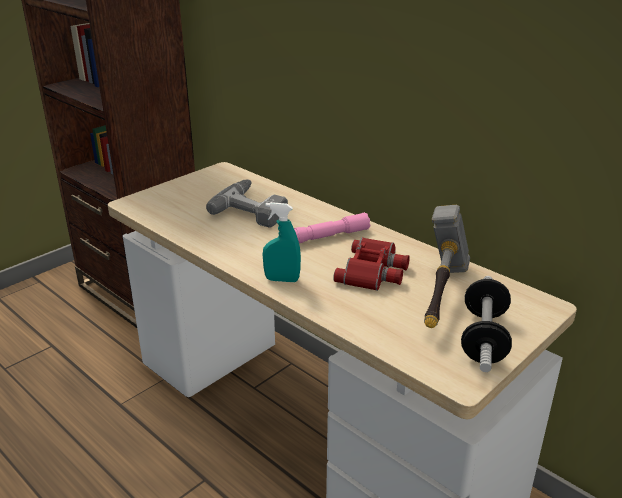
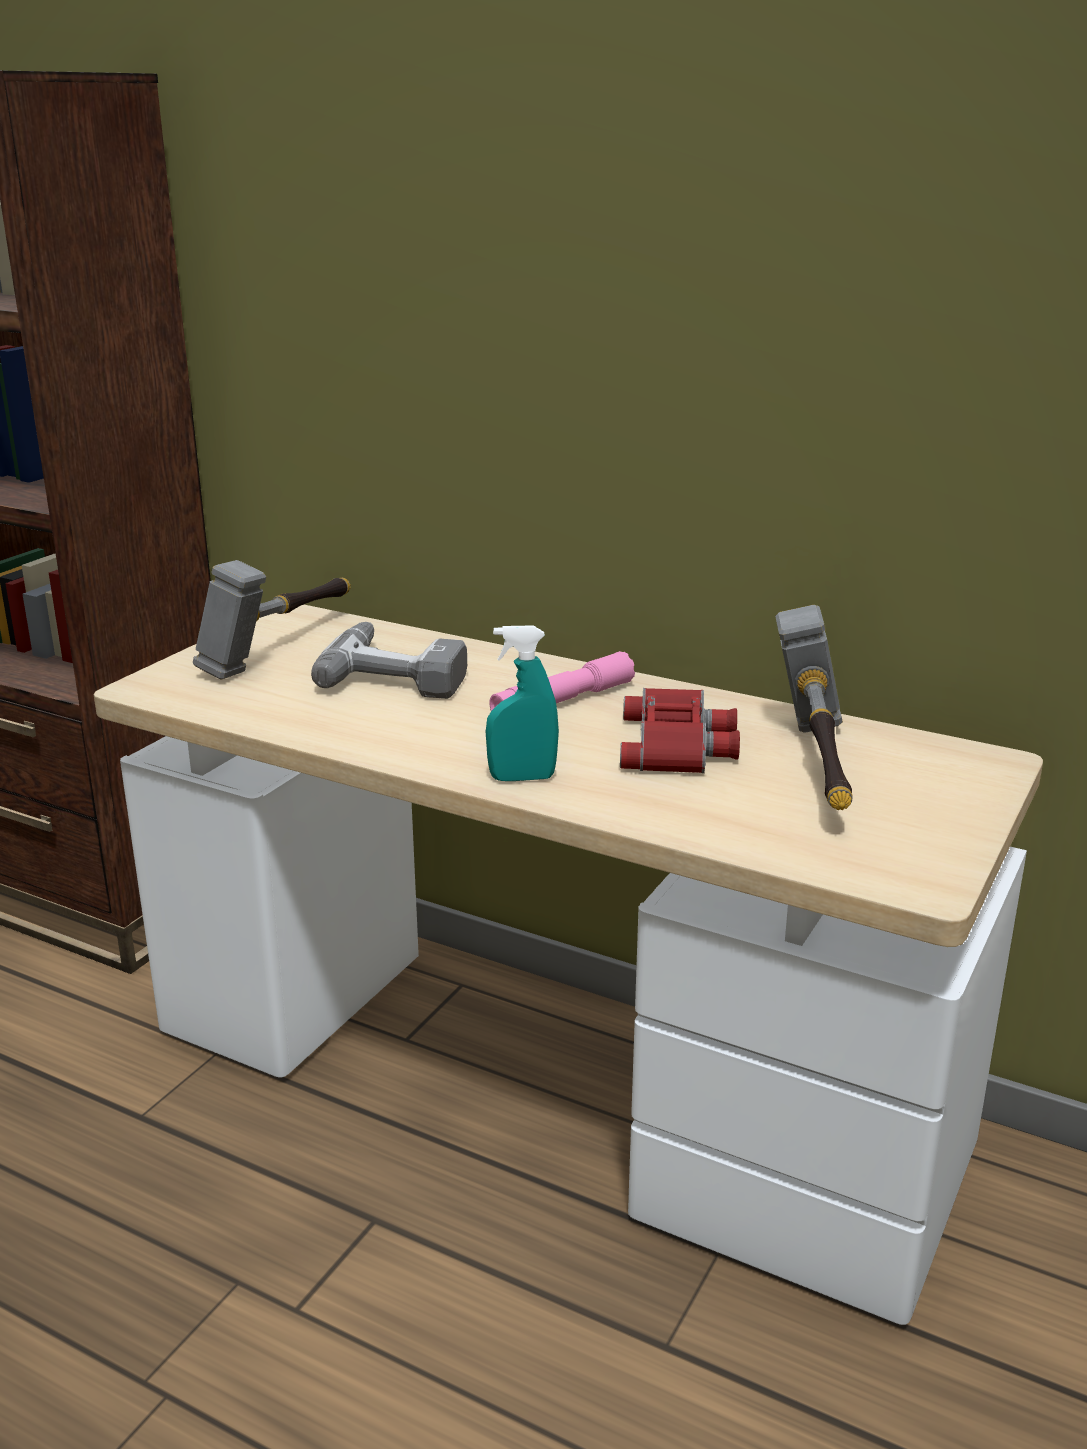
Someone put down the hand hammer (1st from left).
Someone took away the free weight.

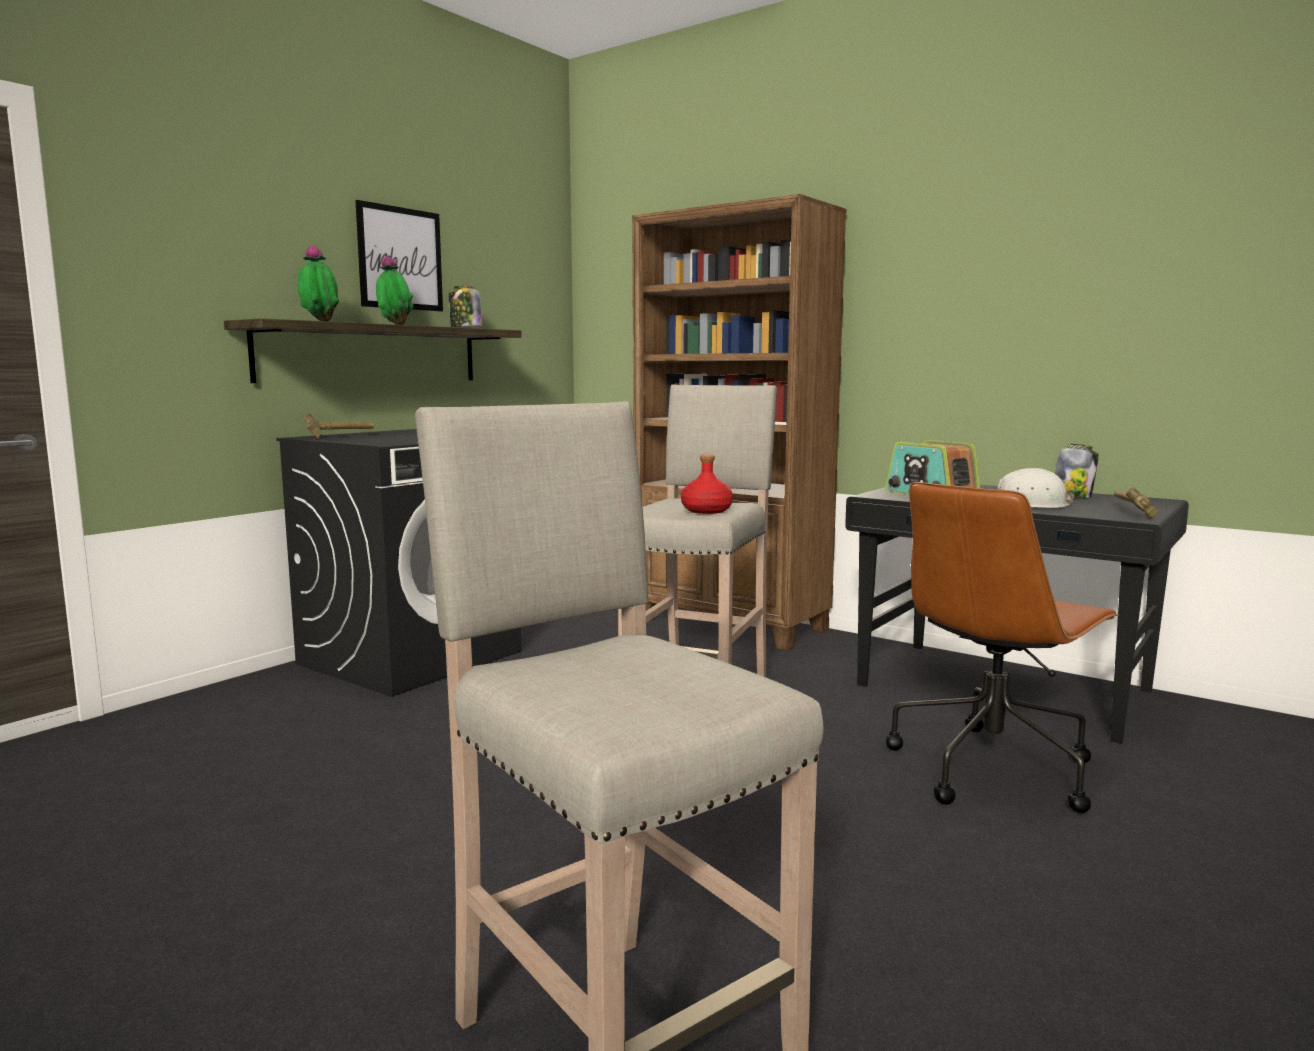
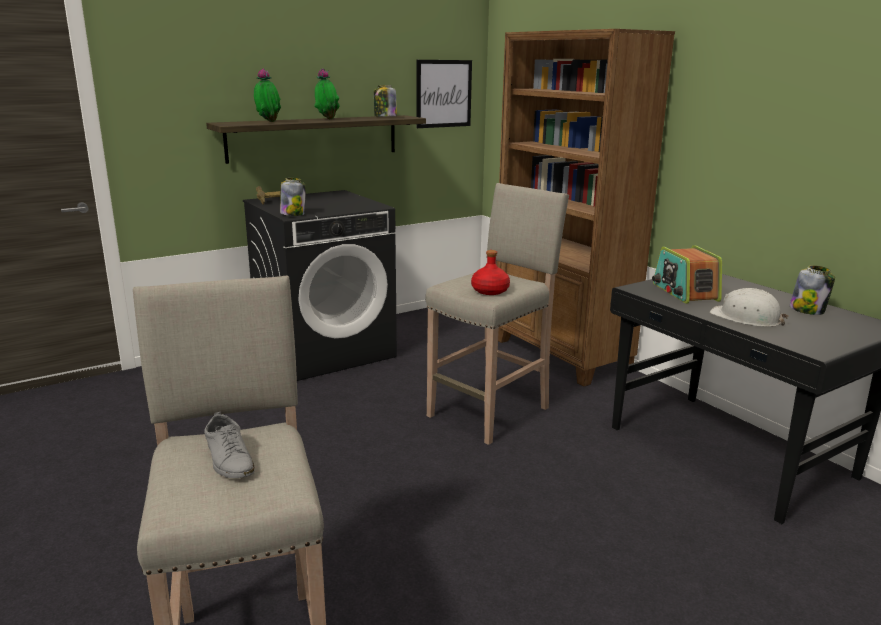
Someone put down the low shoe/grey.
Someone put down the preserve jar (1st from left).
Someone carried the picture.
Someone took away the office chair/brown-coloured.
Someone took away the hand hammer (2nd from left).

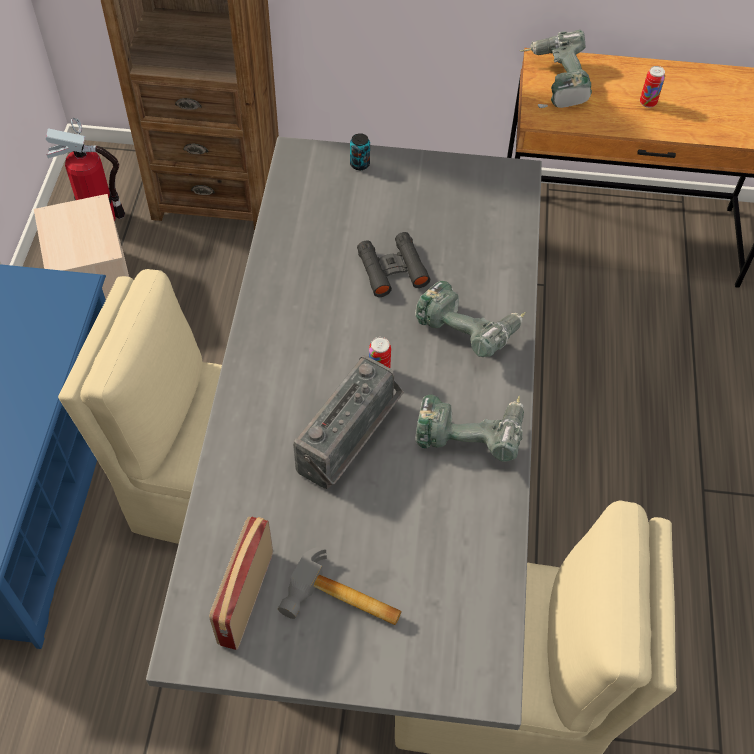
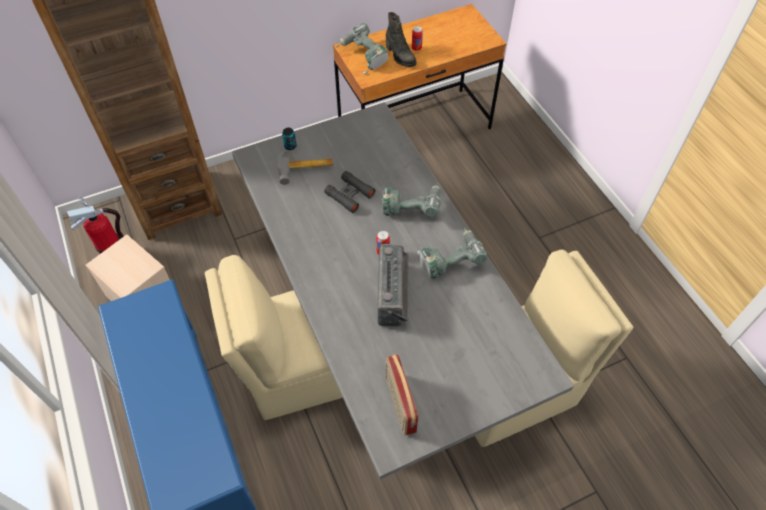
Someone carried the hand hammer.
Someone put down the high-top boot/blackish.

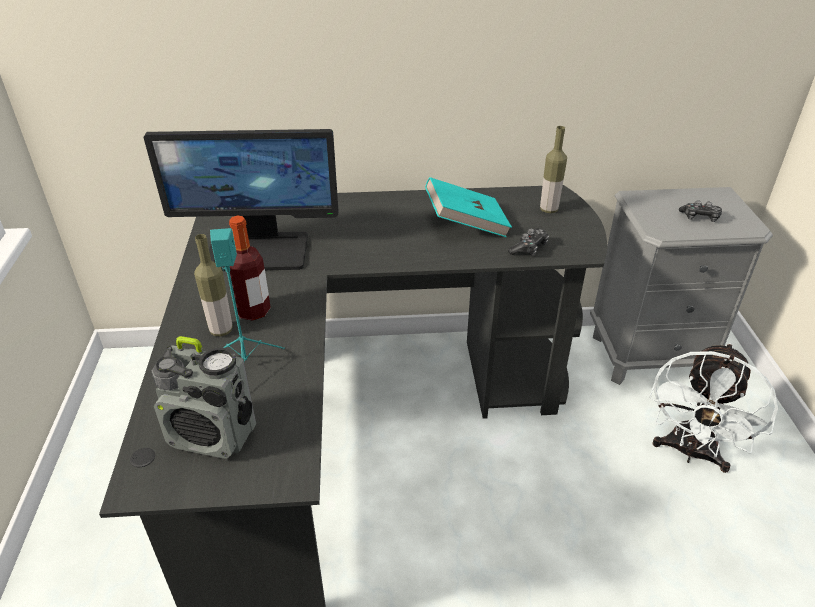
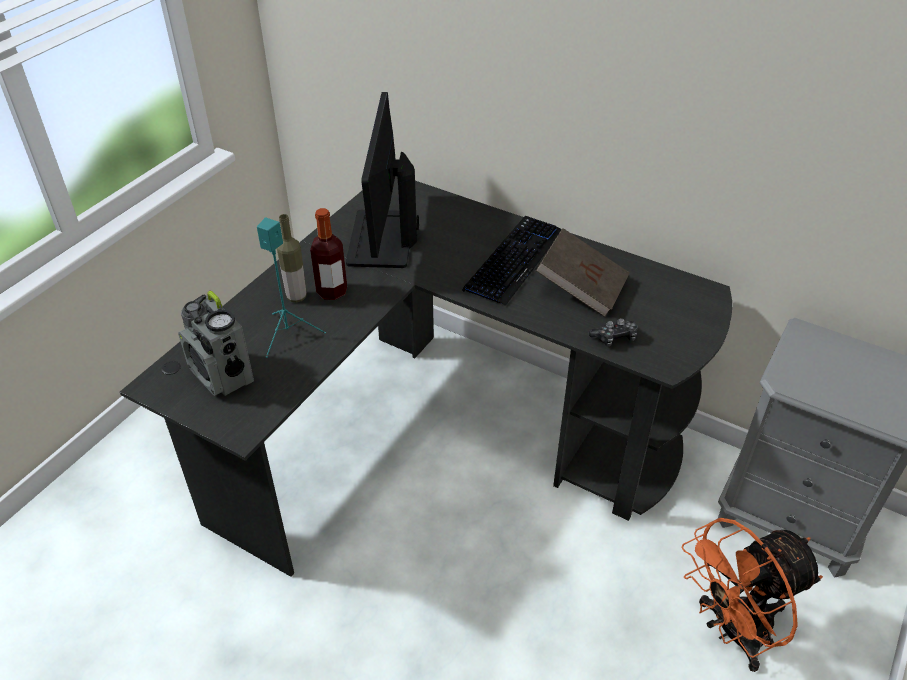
Someone rotated the computer display by 60 degrees clockwise.
Someone put down the keyboard.
Someone repainted the bound book/turquoise, which became the bound book/brown-coloured.
Someone repainted the fan/white-coloured, which became the fan/orange-coloured.
Someone took away the drink bottle (3rd from left).
Someone took away the joypad (2nd from left).

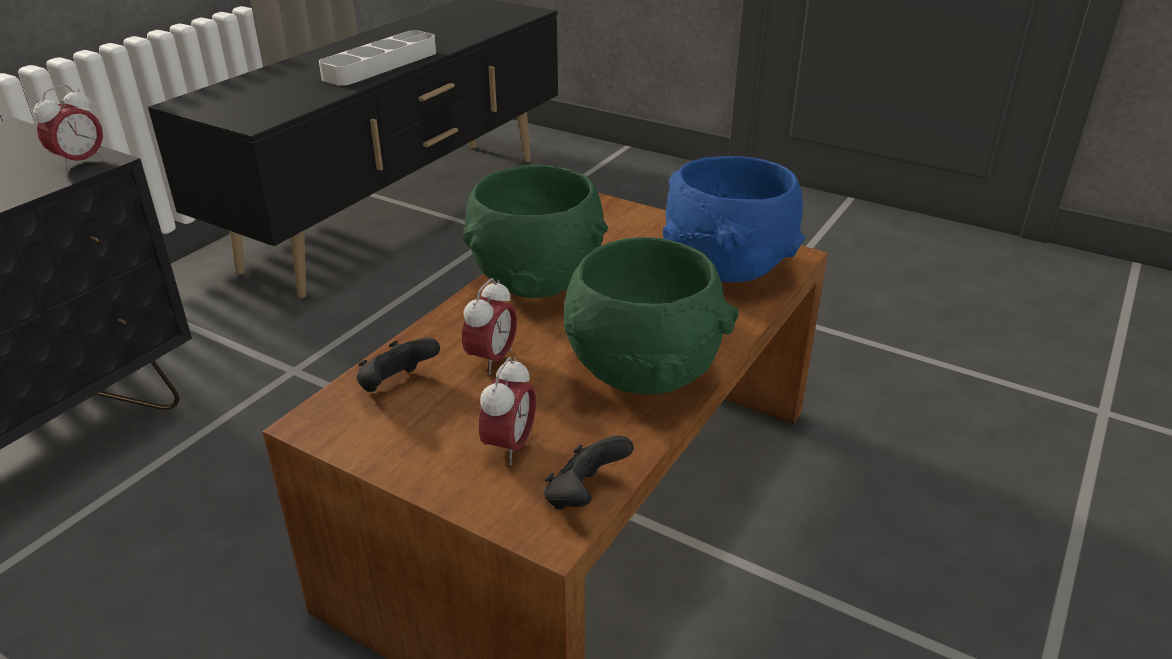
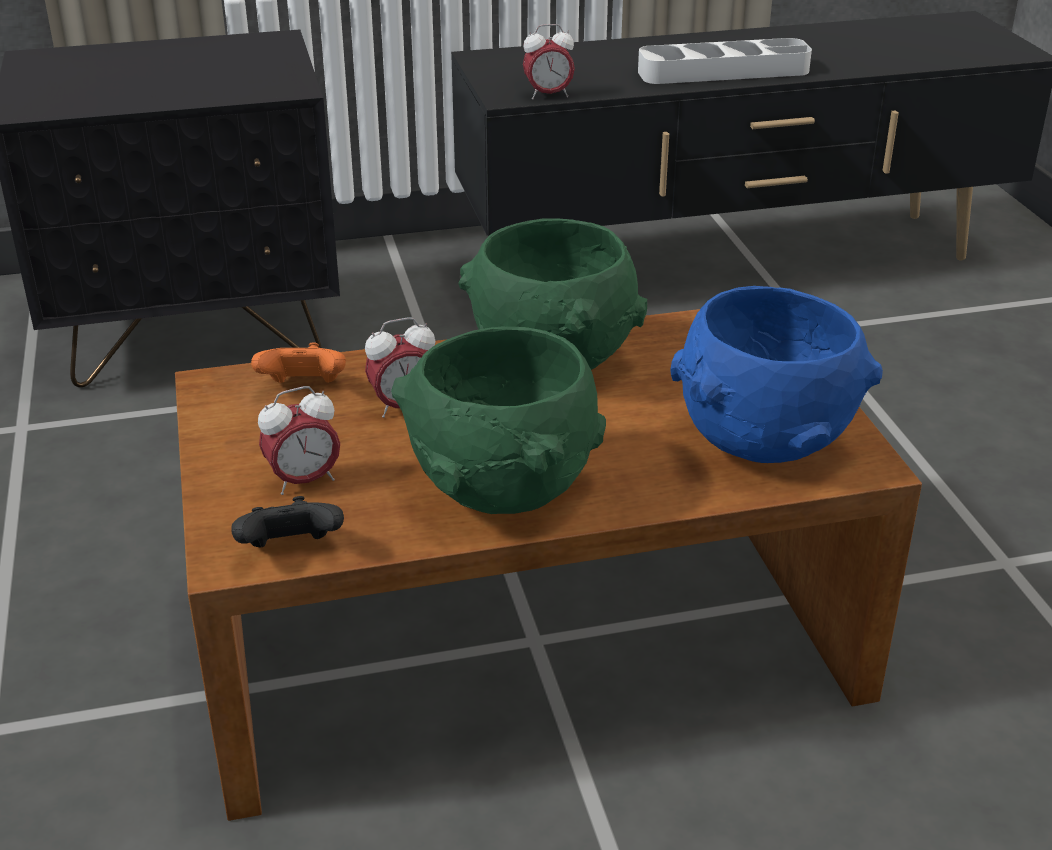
Someone repainted the joypad/blackish (1st from left), which became the joypad/orange-coloured.
Someone carried the alarm clock (1st from left in the first image).

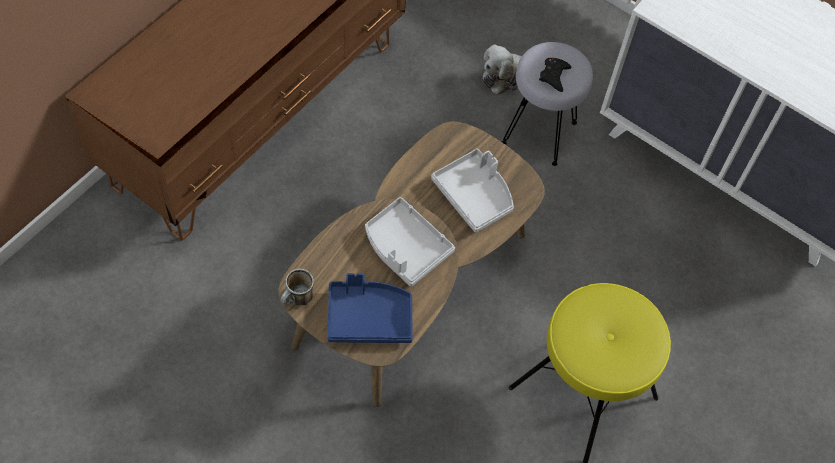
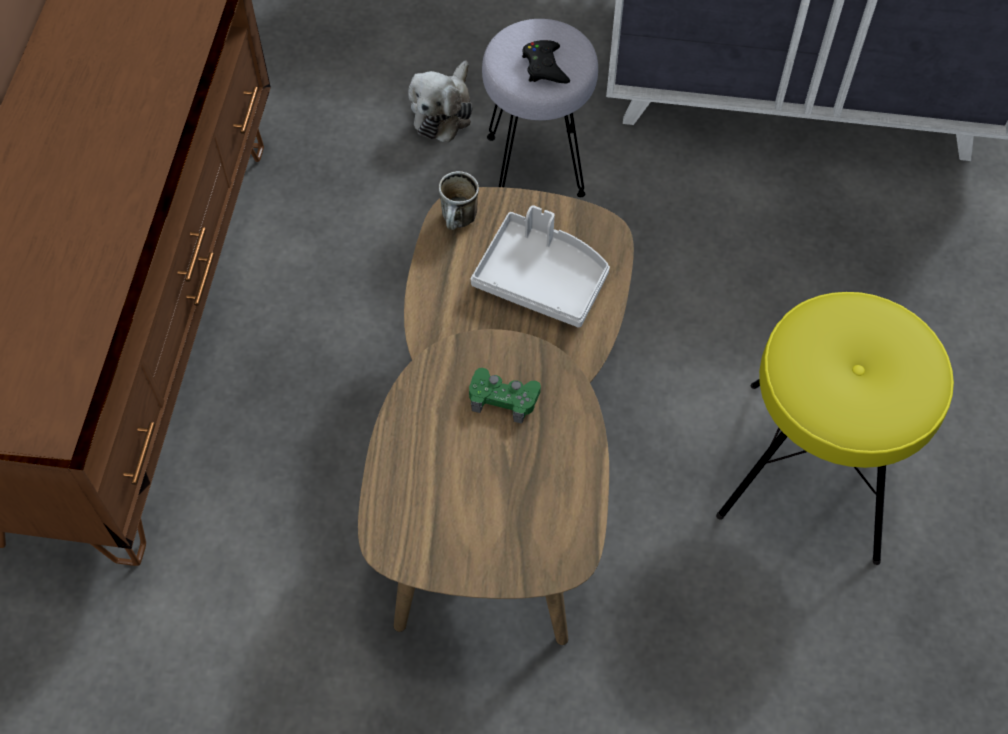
Someone carried the mug.
Someone swapped the carrying tray/grey (1st from left) for the joypad/green.
Someone took away the carrying tray/blue-coloured.

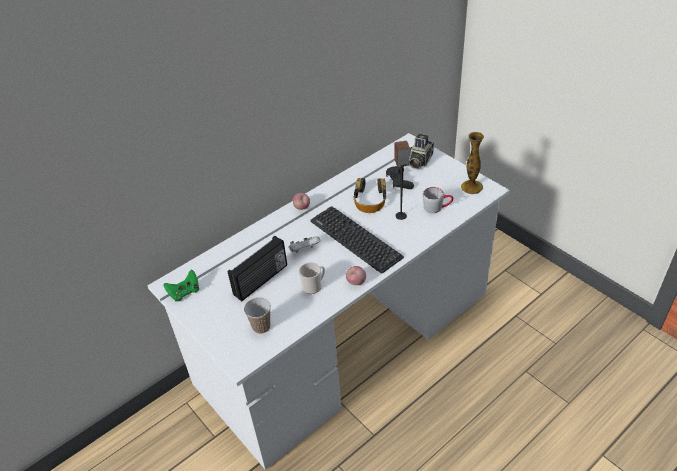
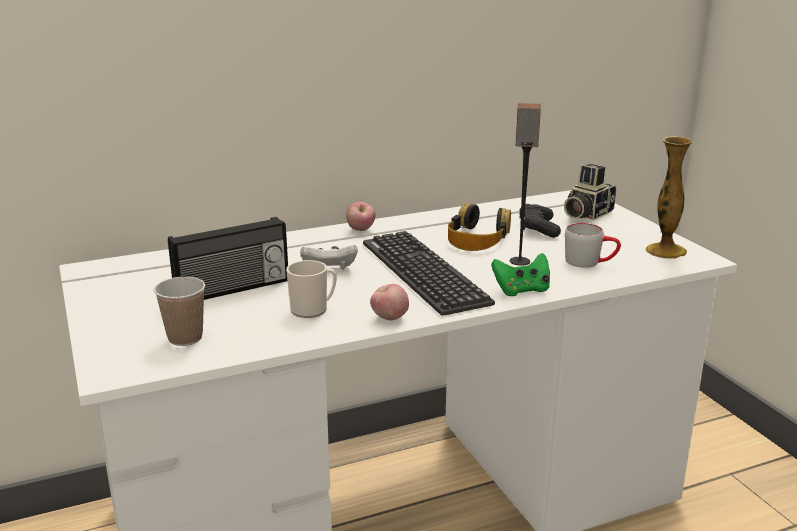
Someone carried the joypad/green.

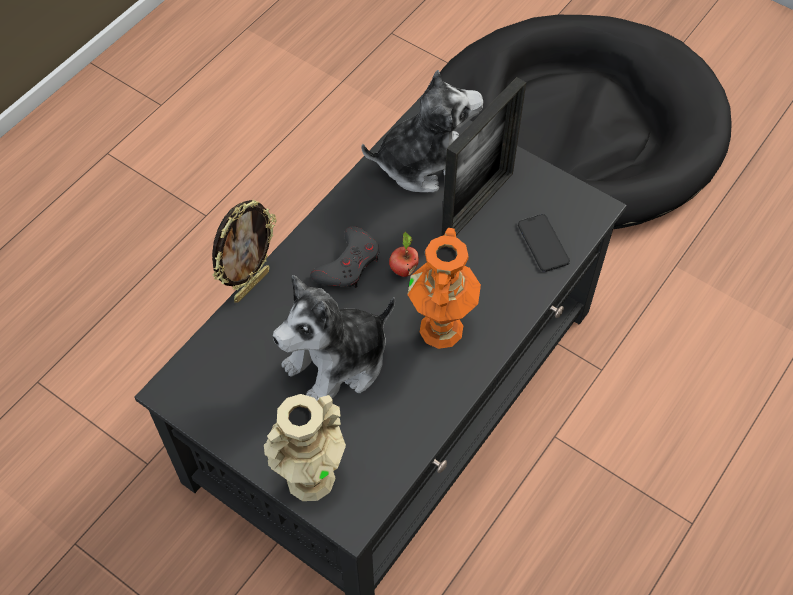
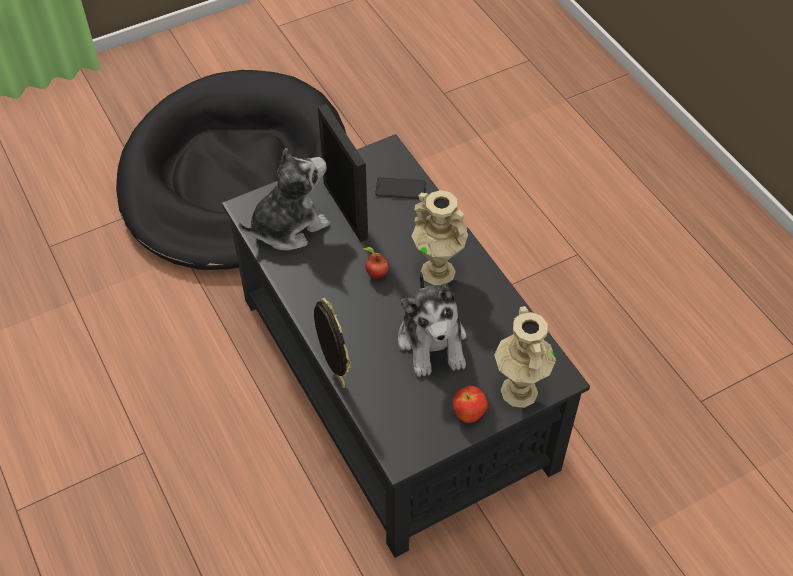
Someone rotated the soft toy (2nd from left in the first image) by 45 degrees clockwise.
Someone repainted the decorative vase/orange-coloured, which became the decorative vase/sand-coloured (1st from left).
Someone put down the apple (2nd from left).
Someone took away the joypad/grey.

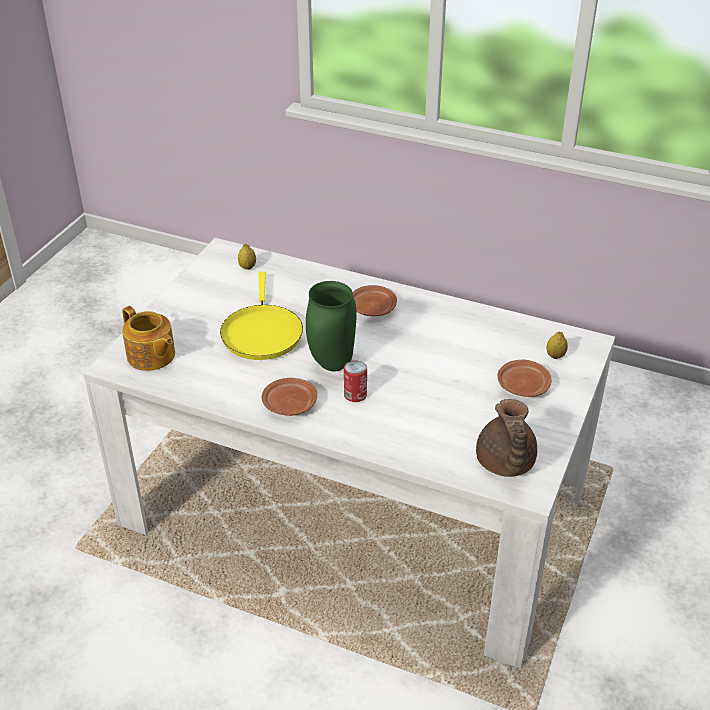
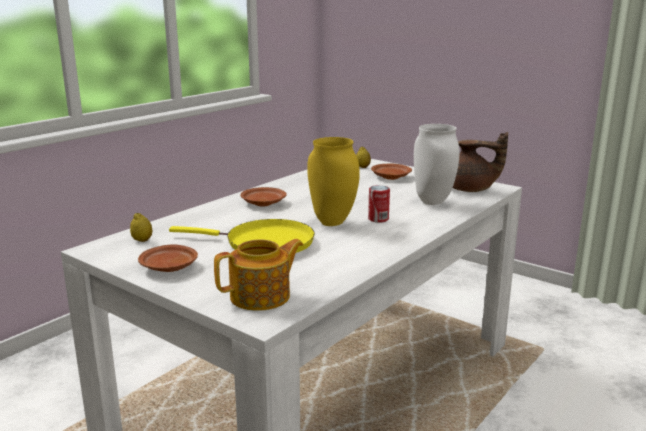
Someone carried the dinner plate/brown-coloured (1st from left).
Someone repainted the decorative vase/green, which became the decorative vase/yellow-coloured.
Someone put down the decorative vase/white-coloured.

